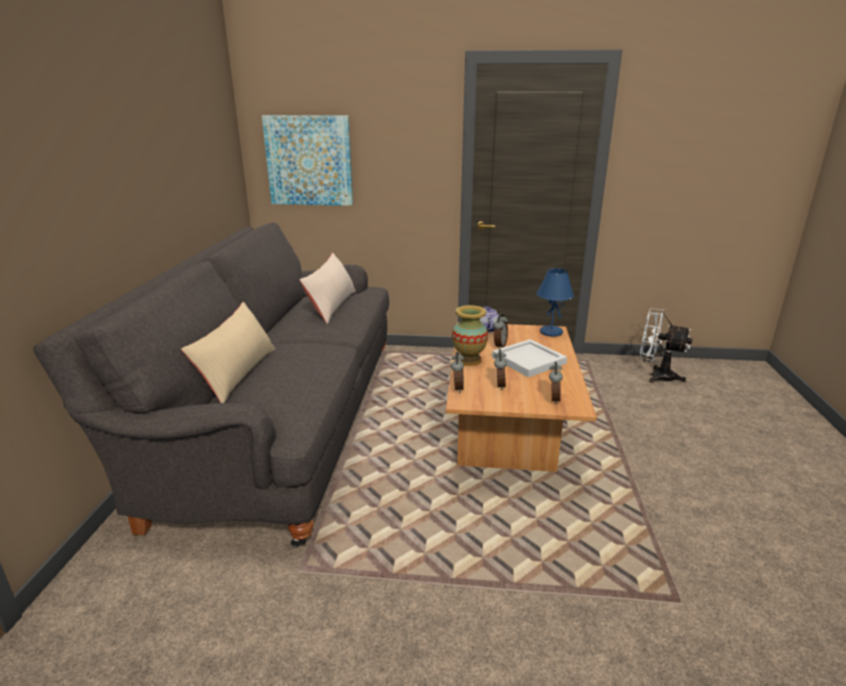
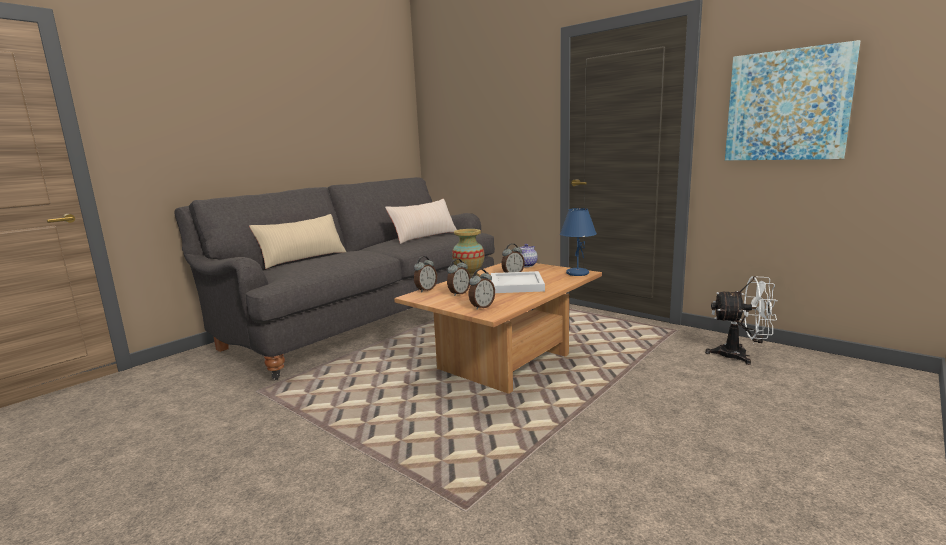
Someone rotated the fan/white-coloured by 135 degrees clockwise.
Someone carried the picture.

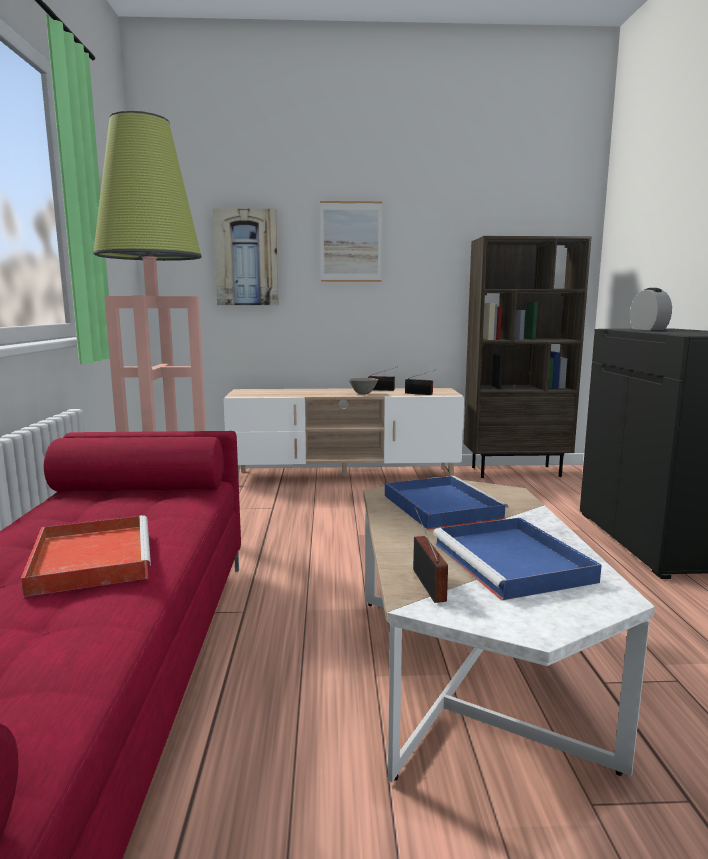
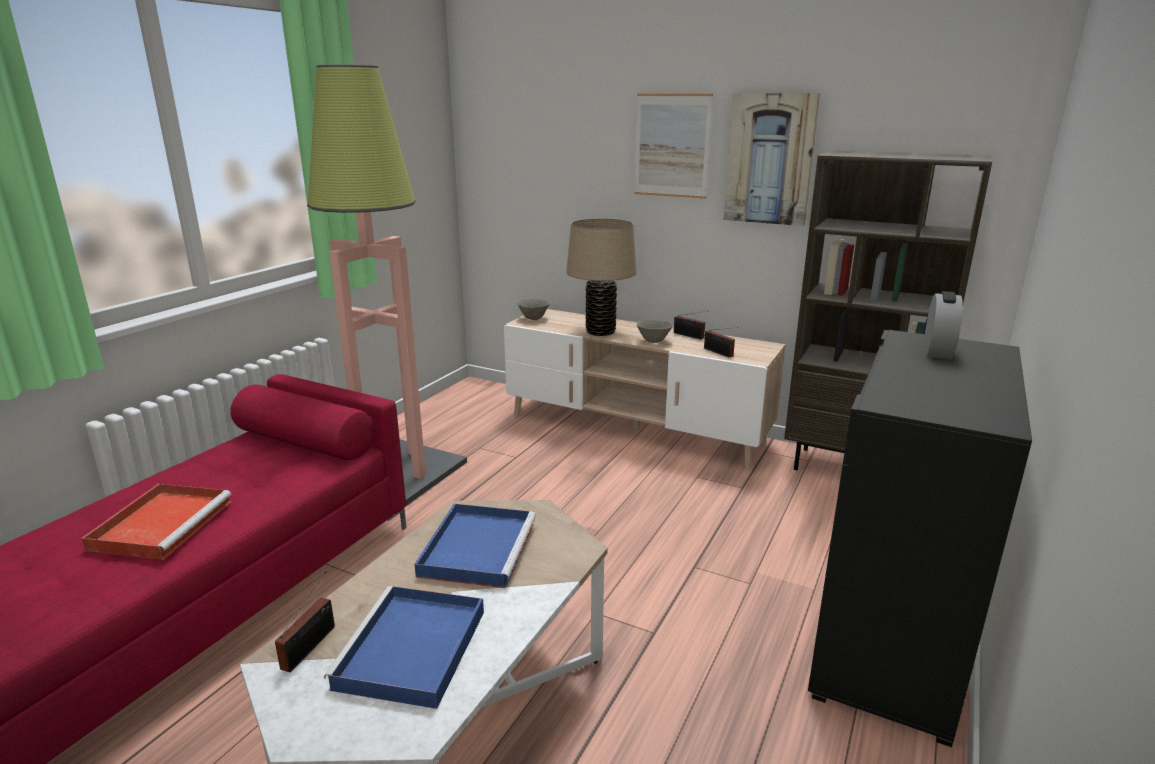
Someone put down the bowl/grey (1st from left).
Someone put down the tabletop lamp/sand-coloured.
Someone carried the picture (1st from left in the first image).

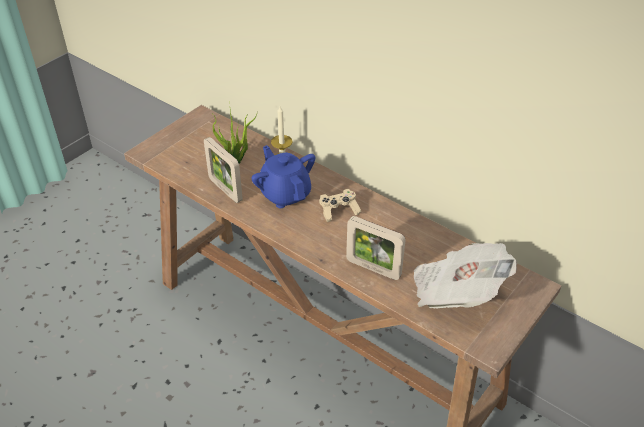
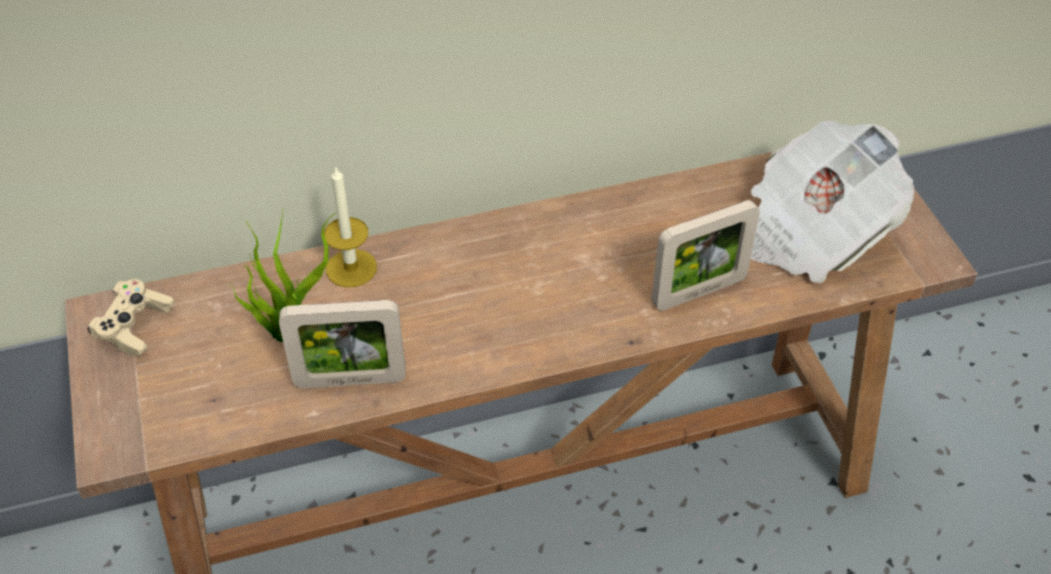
Someone carried the joypad/sand-coloured.
Someone took away the tea pot/blue-coloured.

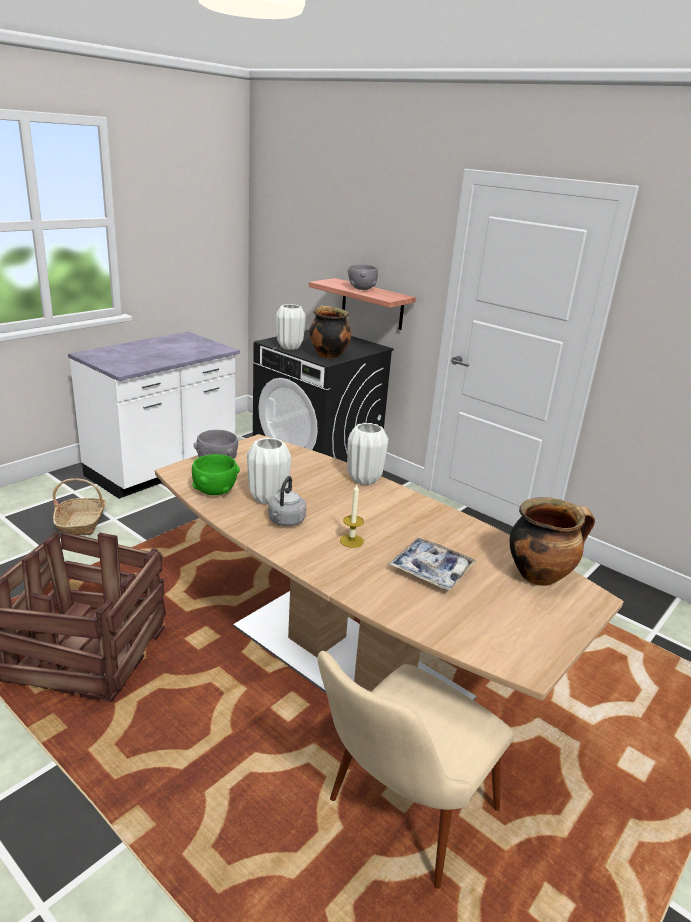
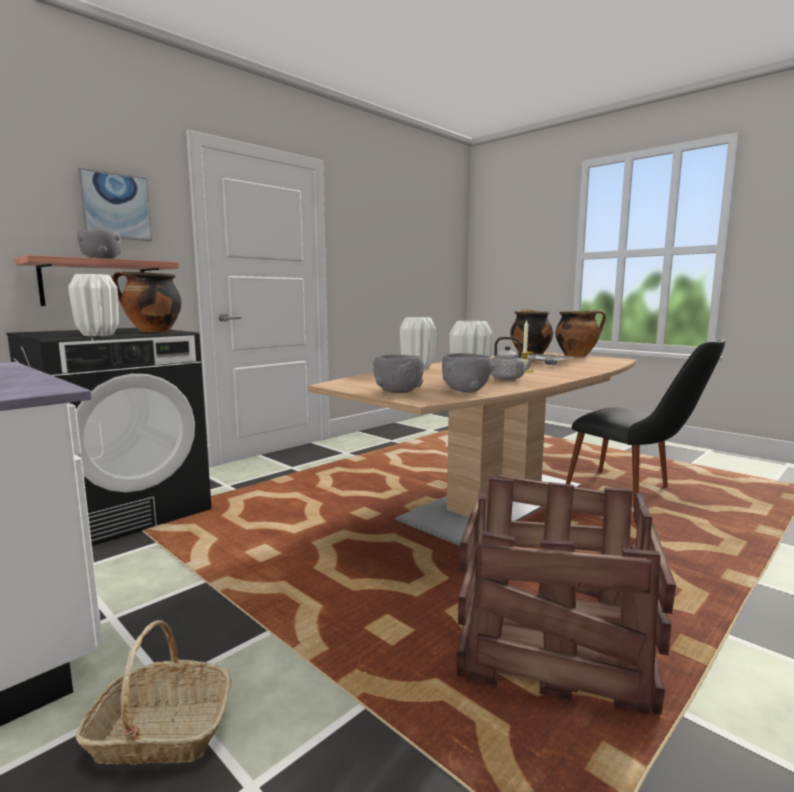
Someone put up the picture.
Someone repainted the bowl/green, which became the bowl/grey (3rd from left).
Someone put down the stockpot (3rd from left).
Someone repainted the plain chair/sand-coloured, which became the plain chair/blackish.

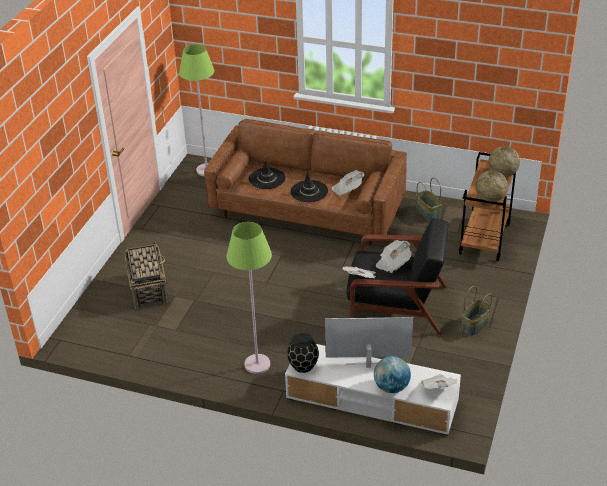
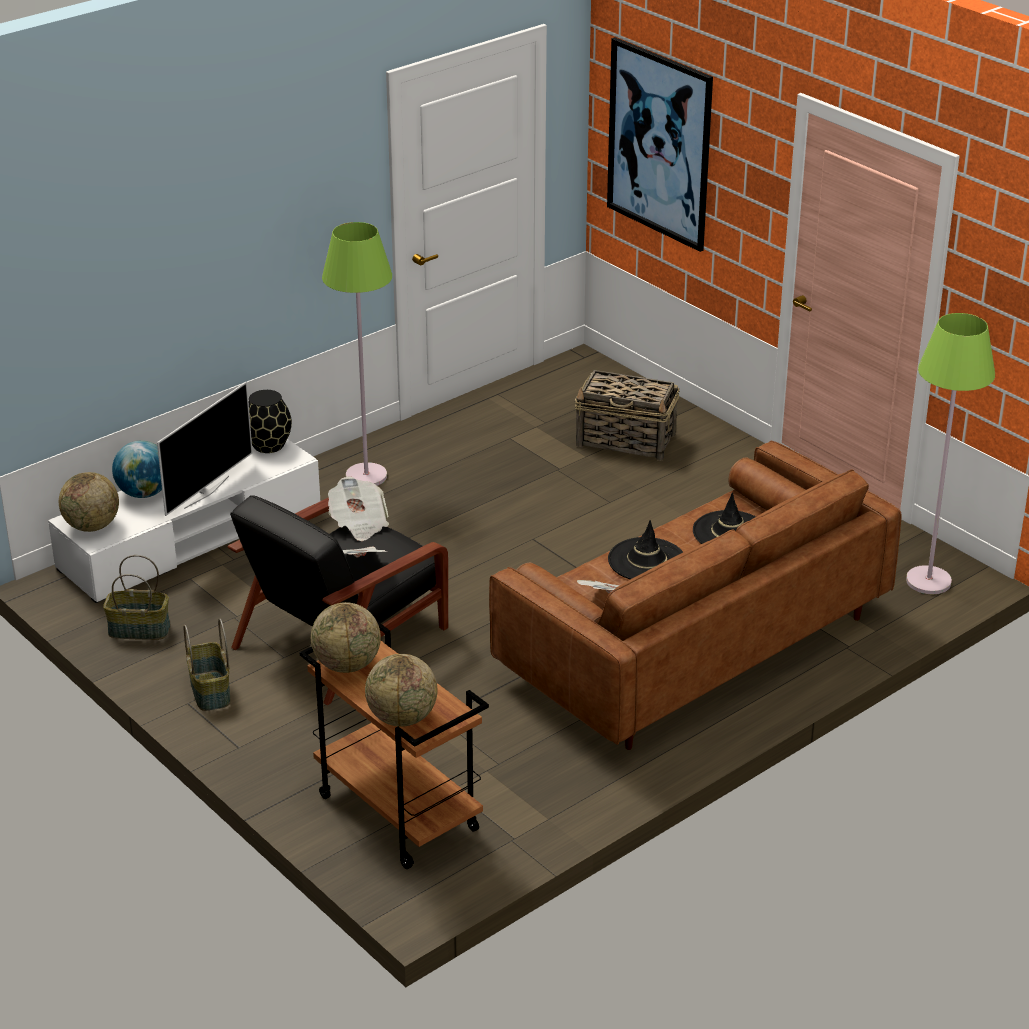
Someone swapped the printed paper (4th from left) for the world globe (1st from left).
Someone carried the basket (2nd from left in the first image).
Someone put up the picture.

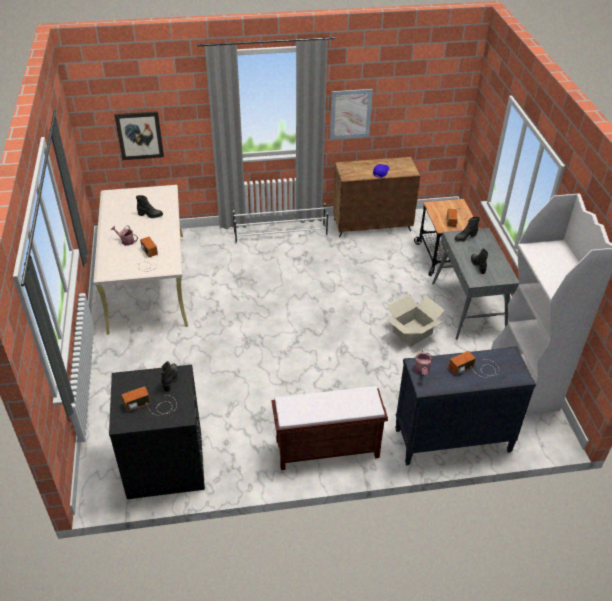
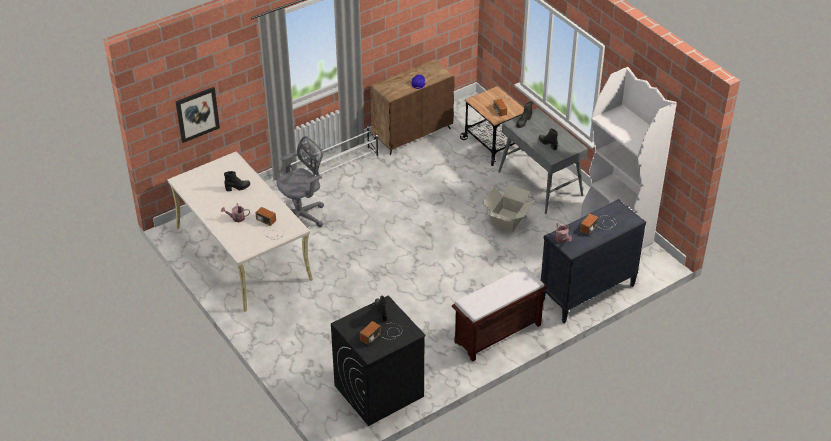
Someone put down the office chair/grey.
Someone took away the picture (2nd from left).

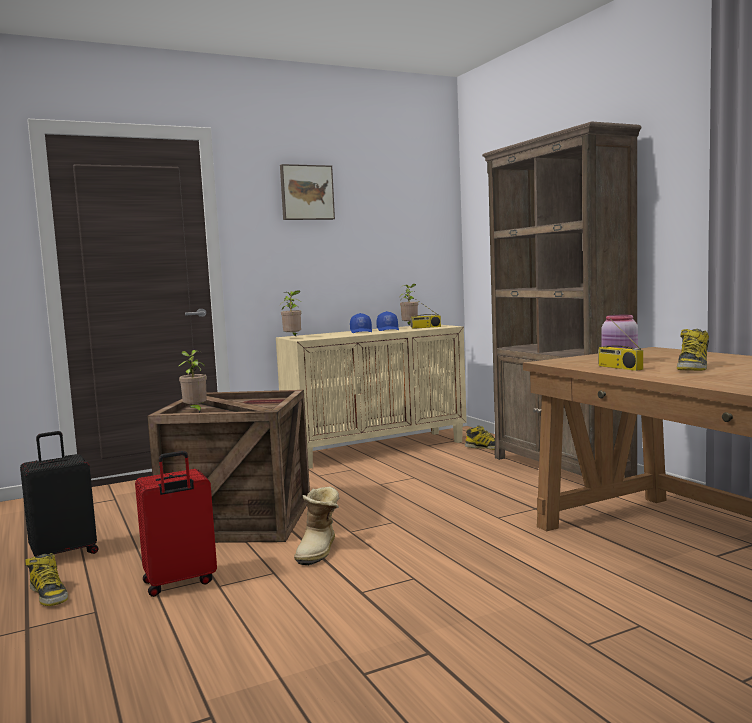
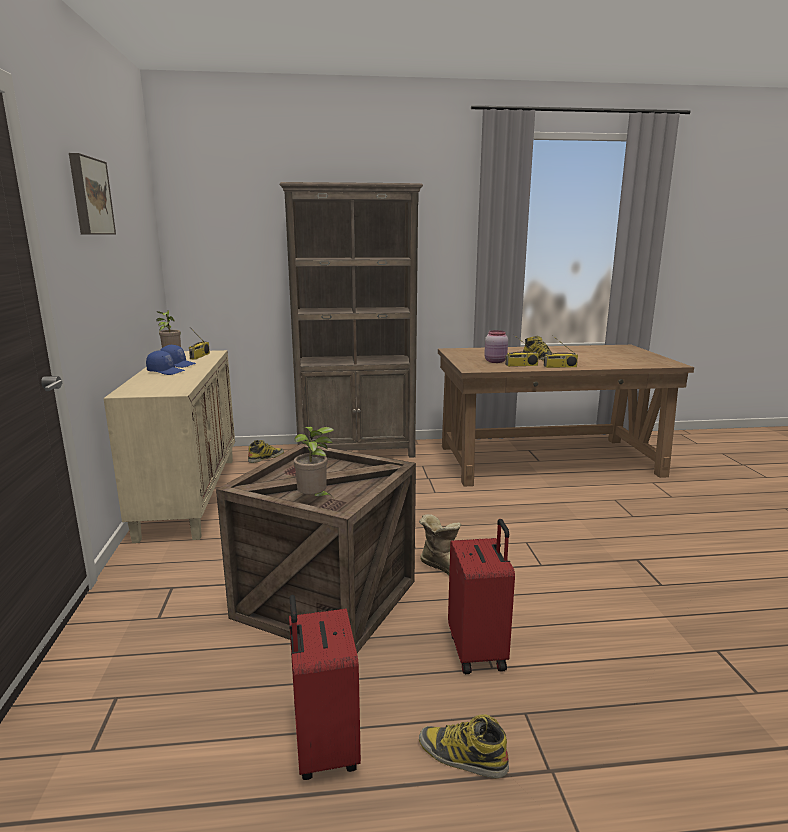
Someone repainted the suitcase/blackish, which became the suitcase/red-coloured (1st from left).
Someone rotated the high-top boot (1st from left in the first image) by 135 degrees counterclockwise.
Someone put down the radio receiver (3rd from left).
Someone took away the plant in a pot (2nd from left).

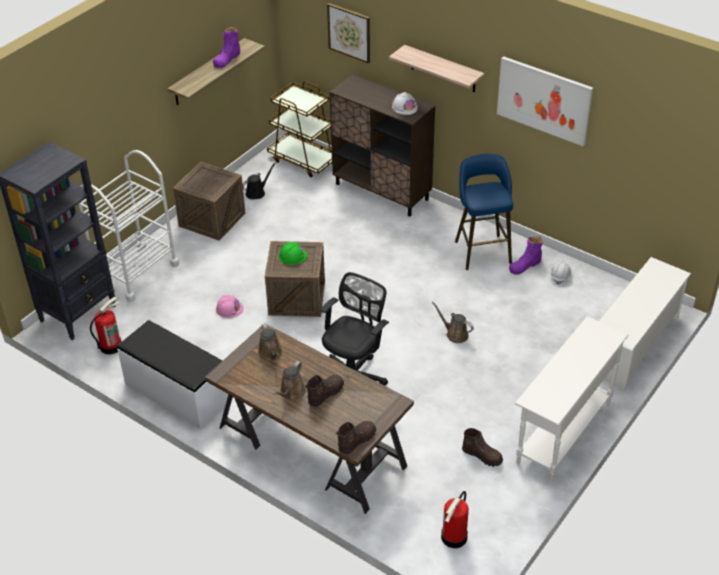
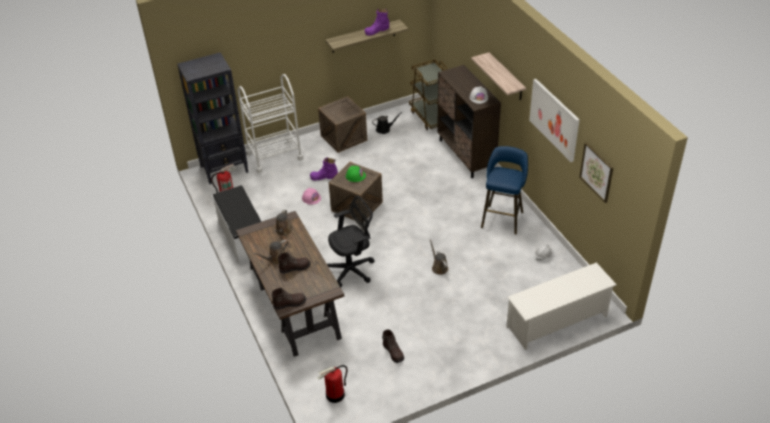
Someone carried the high-top boot/purplish (2nd from left in the first image).
Someone carried the picture (1st from left in the first image).
Someone took away the narrow table/white-coloured.

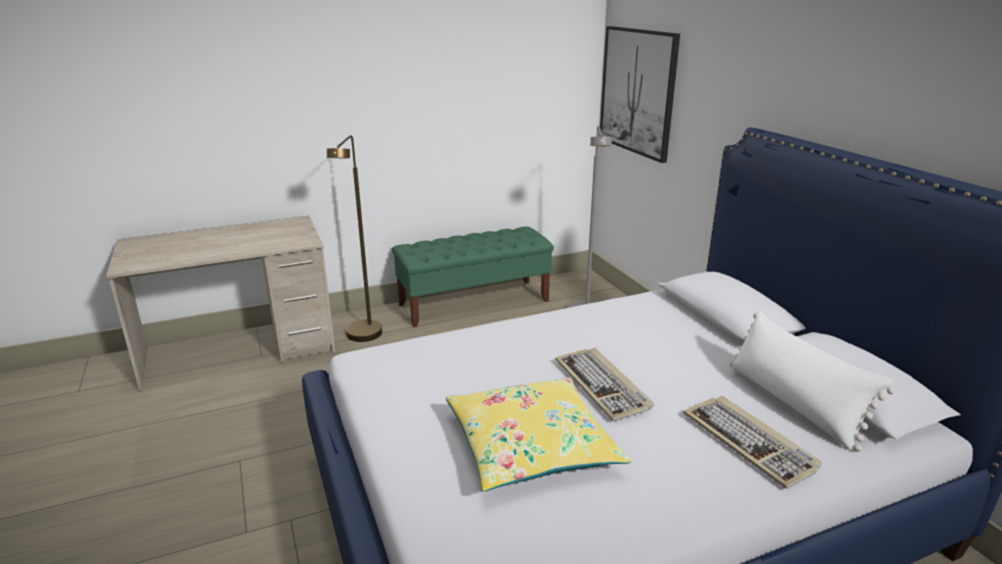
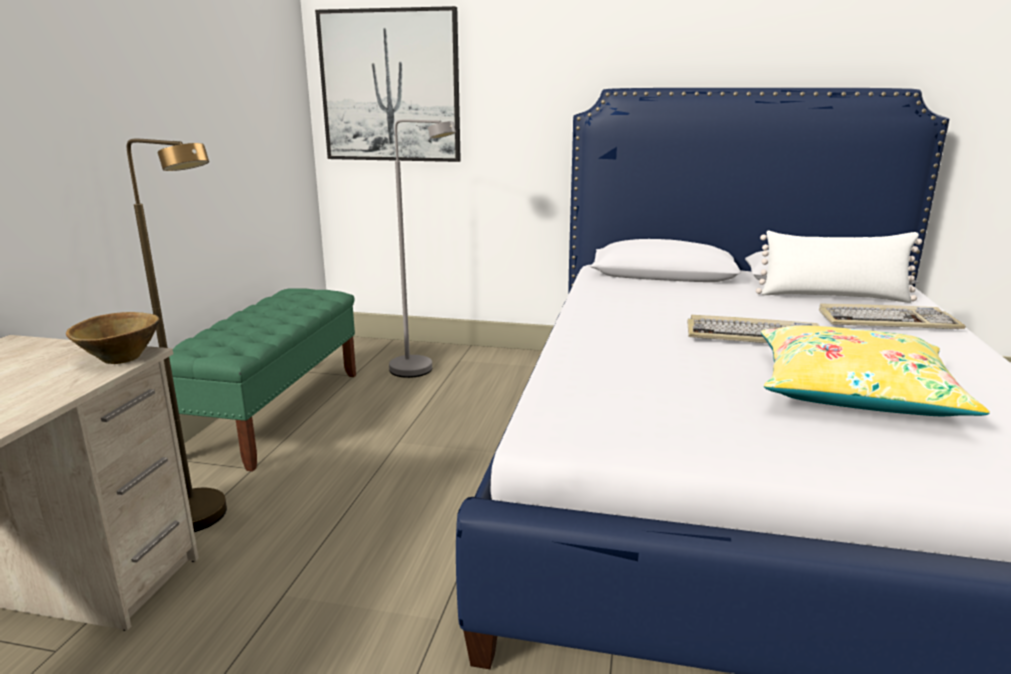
Someone put down the bowl/brown-coloured.

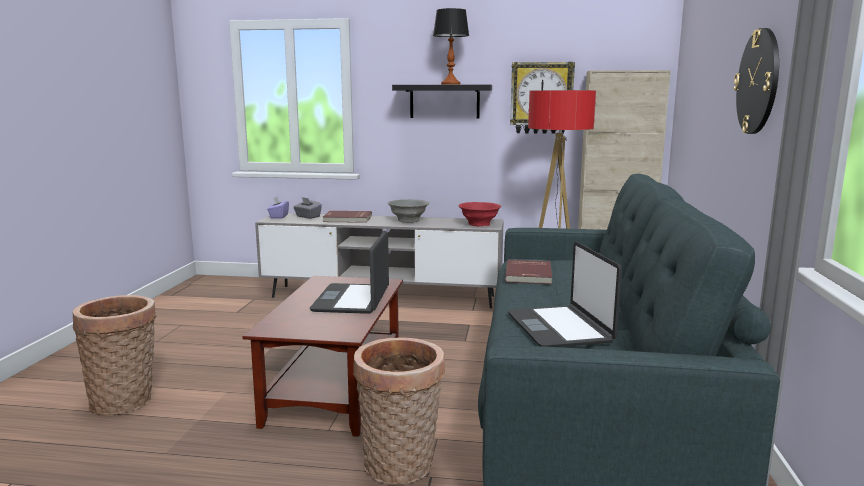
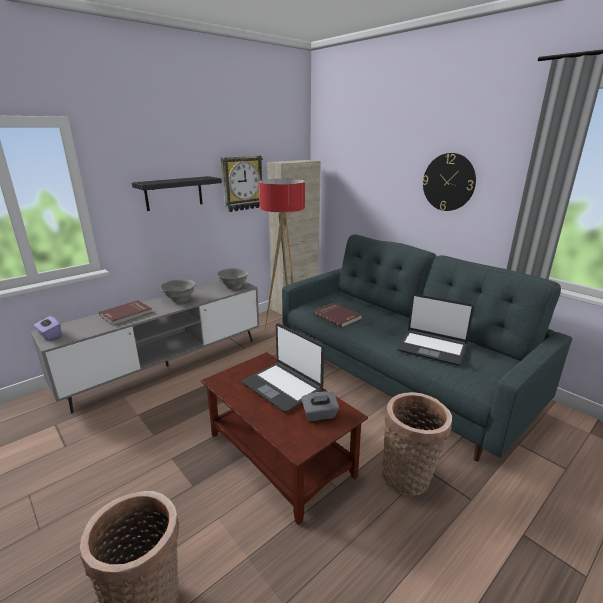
Someone repainted the bowl/red-coloured, which became the bowl/grey (2nd from left).
Someone carried the tissue box/grey.
Someone took away the tabletop lamp.

